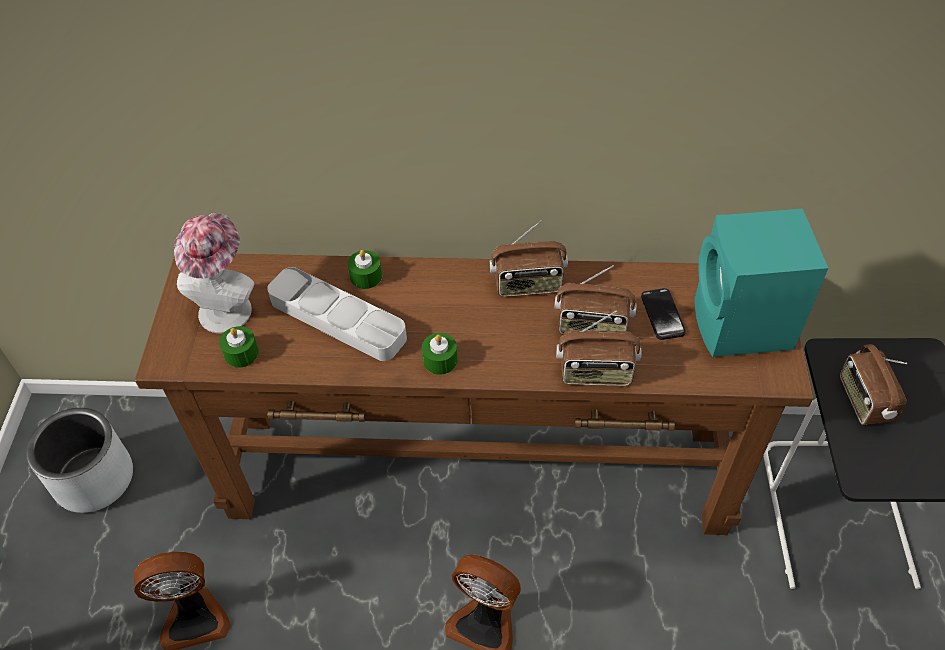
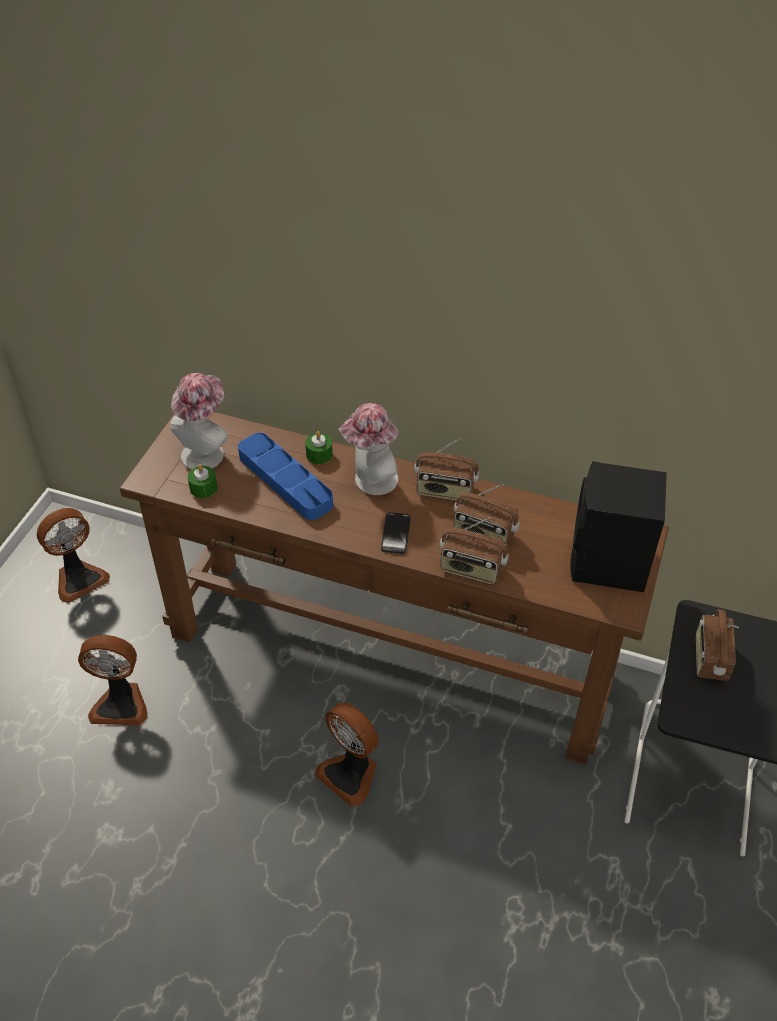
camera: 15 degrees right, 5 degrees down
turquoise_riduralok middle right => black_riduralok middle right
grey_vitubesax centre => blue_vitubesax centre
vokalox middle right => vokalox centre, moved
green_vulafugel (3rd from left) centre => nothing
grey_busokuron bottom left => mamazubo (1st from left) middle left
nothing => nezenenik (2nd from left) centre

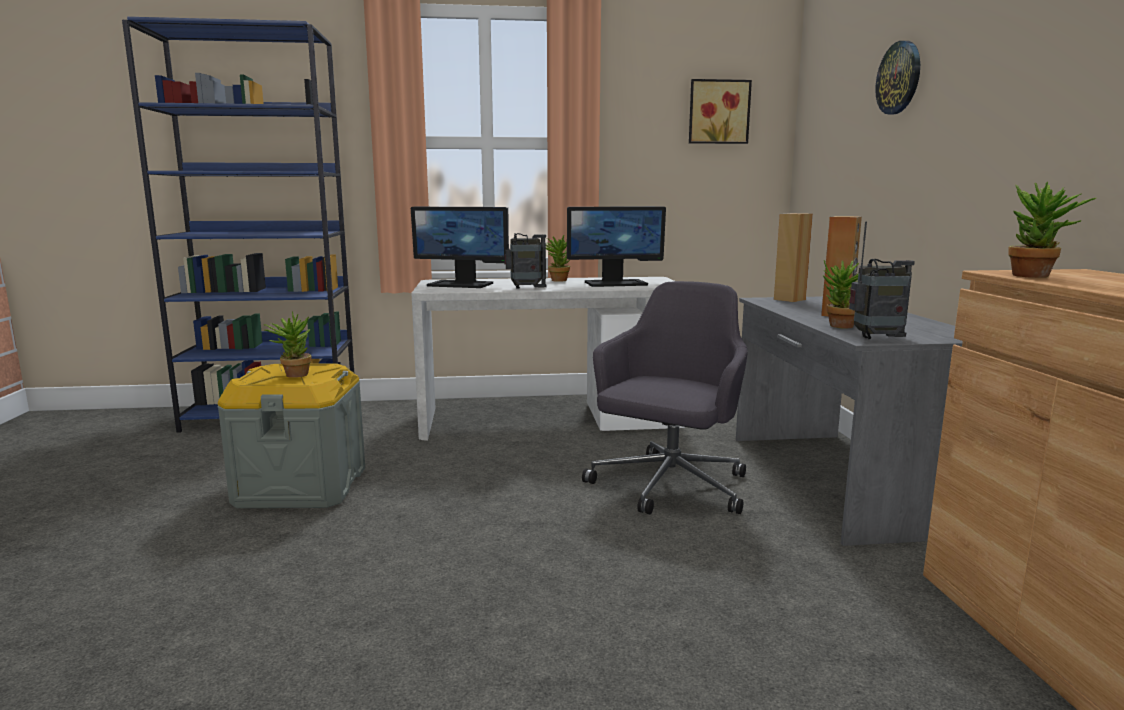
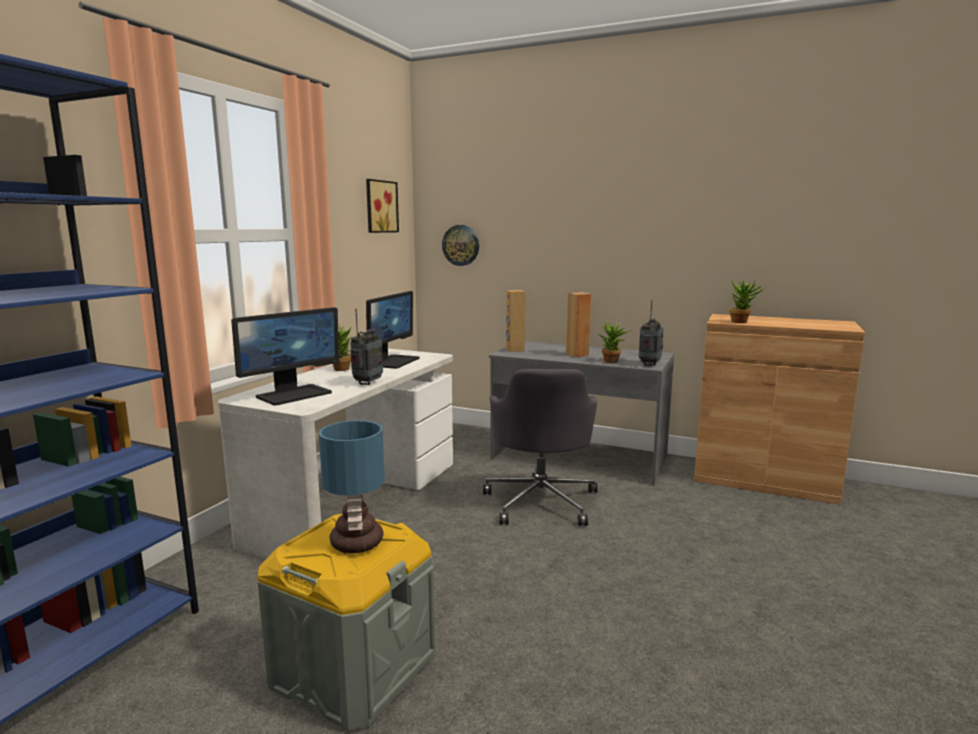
camera: 60 degrees left, 0 degrees up
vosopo top right => vosopo centre, moved
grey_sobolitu centre, 150 degrees counterclockwise
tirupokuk (1st from left) middle left => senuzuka centre

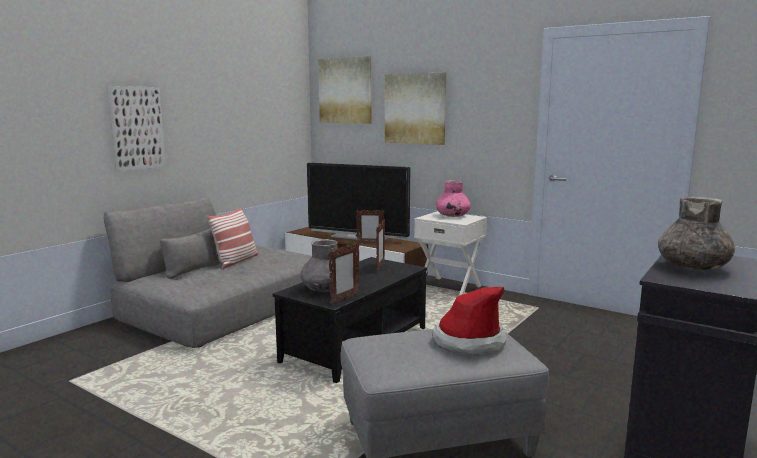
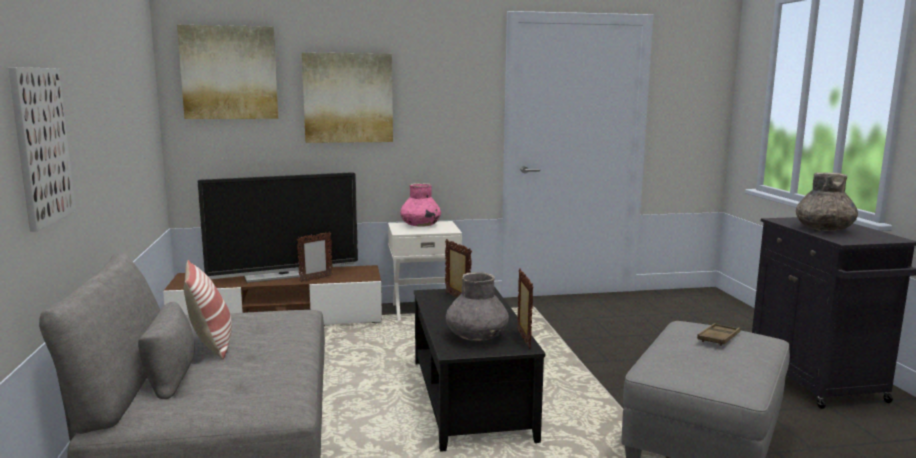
camera: 45 degrees left, 0 degrees up
nezenenik bottom centre => brown_vitubesax bottom right

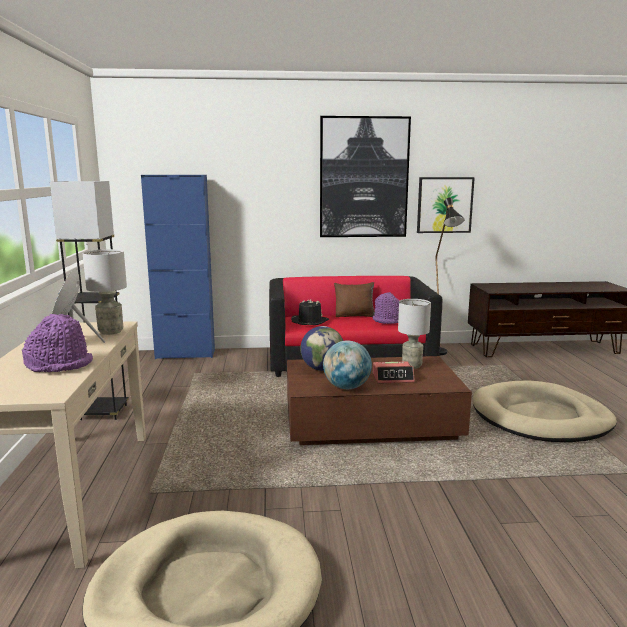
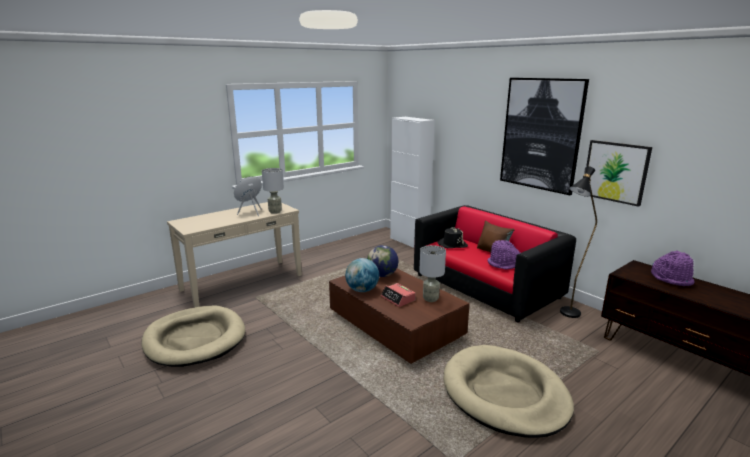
camera: 55 degrees right, 5 degrees up
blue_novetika middle left => white_novetika centre
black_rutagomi (1st from left) middle left => nothing
purple_nezenenik (1st from left in the first image) middle left => purple_nezenenik (2nd from left) middle right, moved

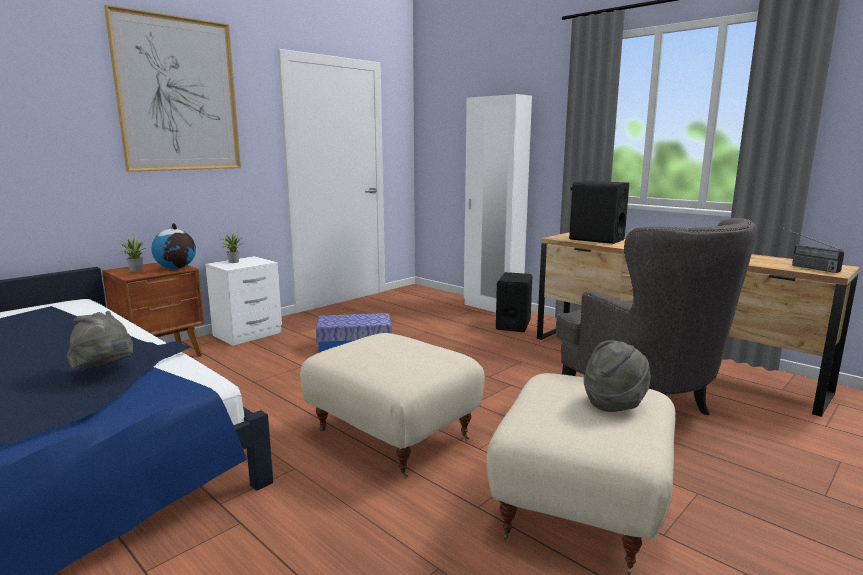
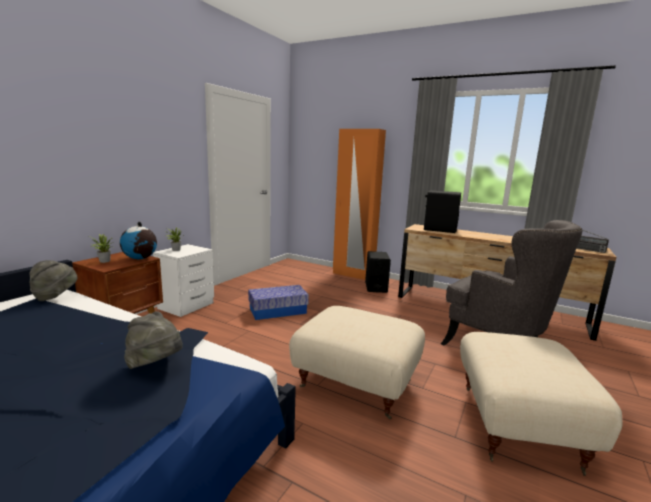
camera: 15 degrees left, 0 degrees up
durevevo top left => nothing
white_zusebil centre => orange_zusebil centre
grey_nezenenik (2nd from left in the first image) middle right => grey_nezenenik (1st from left) middle left, moved

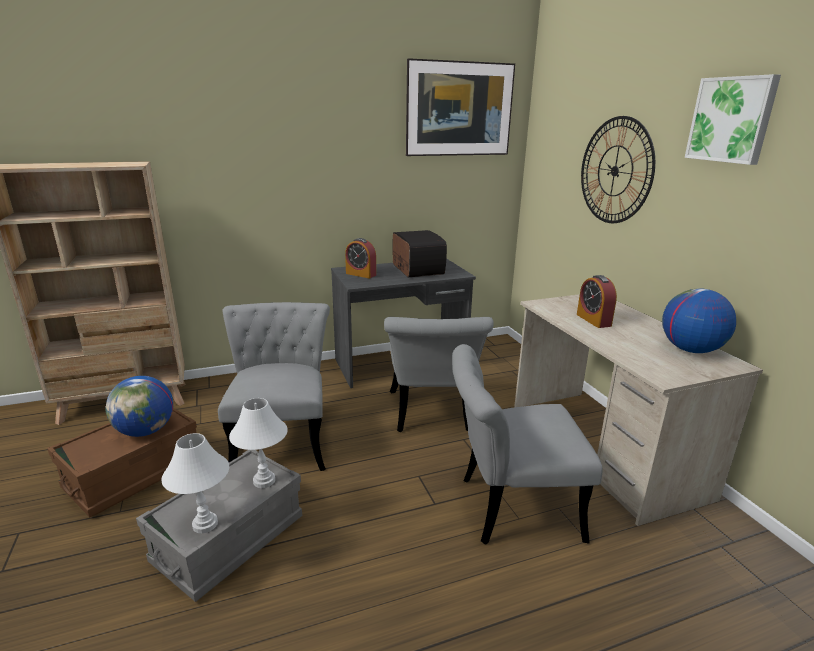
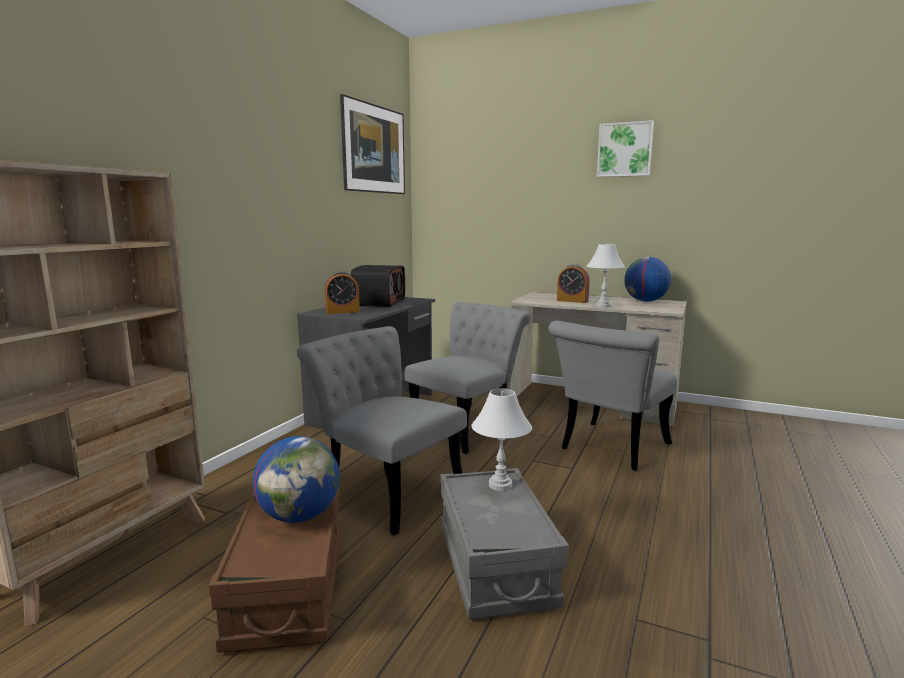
camera: 45 degrees left, 10 degrees down
vosopo top right => nothing
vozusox centre, 75 degrees clockwise
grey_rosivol (2nd from left) centre, 90 degrees counterclockwise
white_senuzuka (1st from left in the first image) bottom left => white_senuzuka (2nd from left) middle right, moved

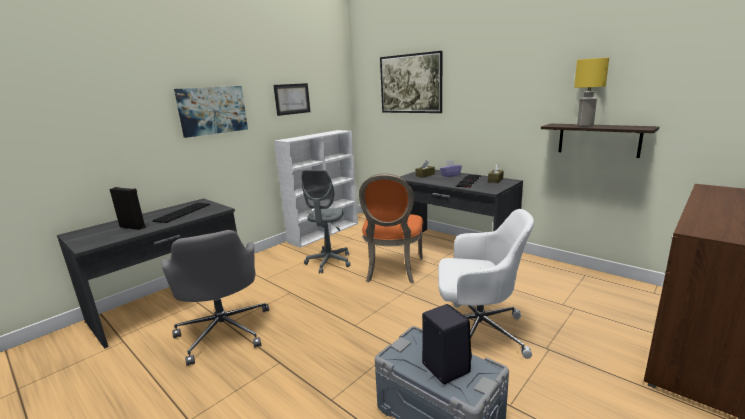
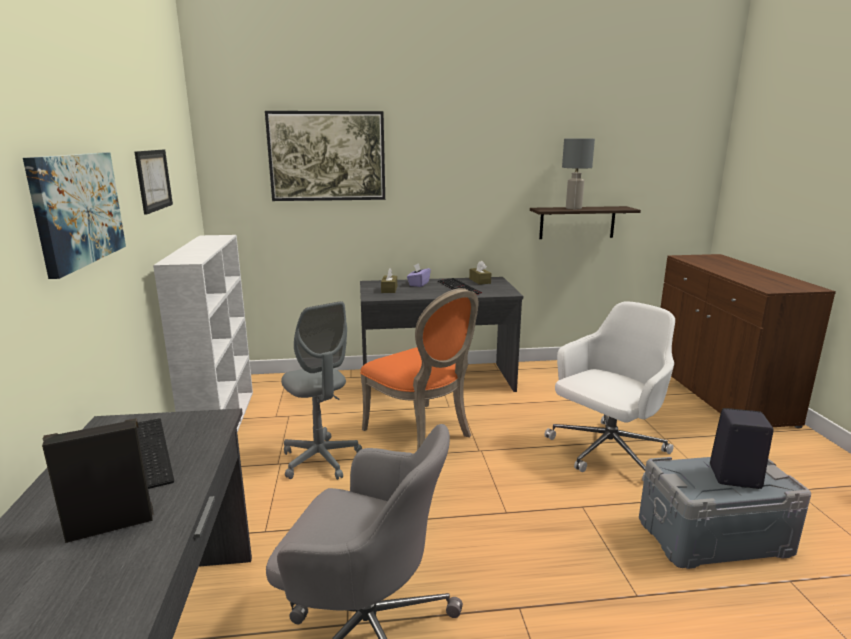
camera: 50 degrees left, 0 degrees up
yellow_senuzuka top right => grey_senuzuka top right

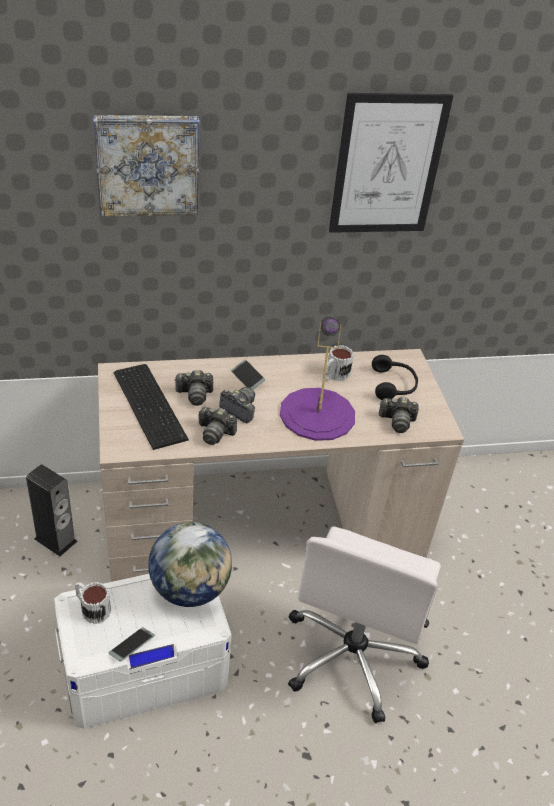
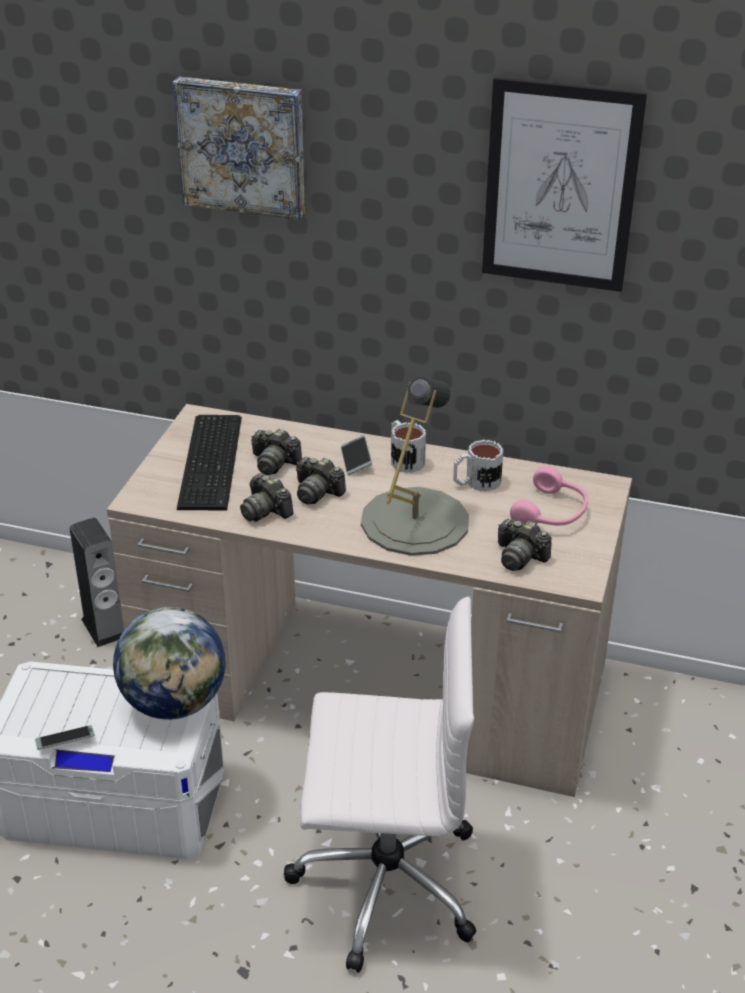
camera: 30 degrees right, 5 degrees down
purple_senuzuka centre => grey_senuzuka centre
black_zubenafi middle right => pink_zubenafi middle right
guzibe (3rd from left) centre, 150 degrees clockwise
white_sobolitu bottom centre, 135 degrees counterclockwise
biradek (1st from left) bottom left => biradek (1st from left) centre, moved

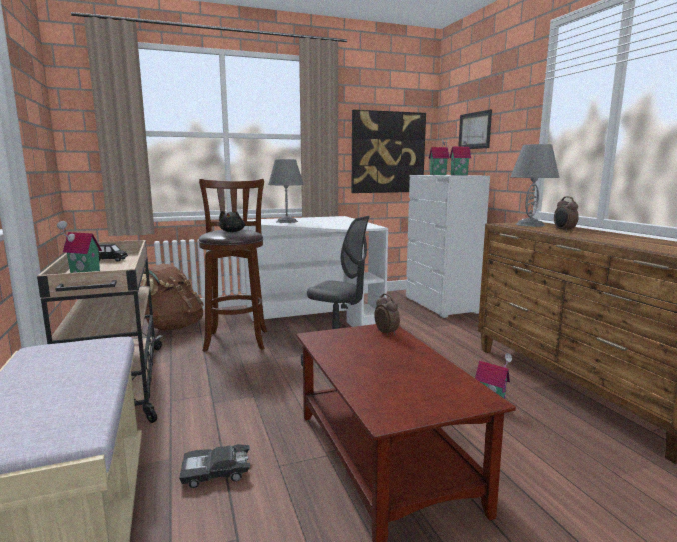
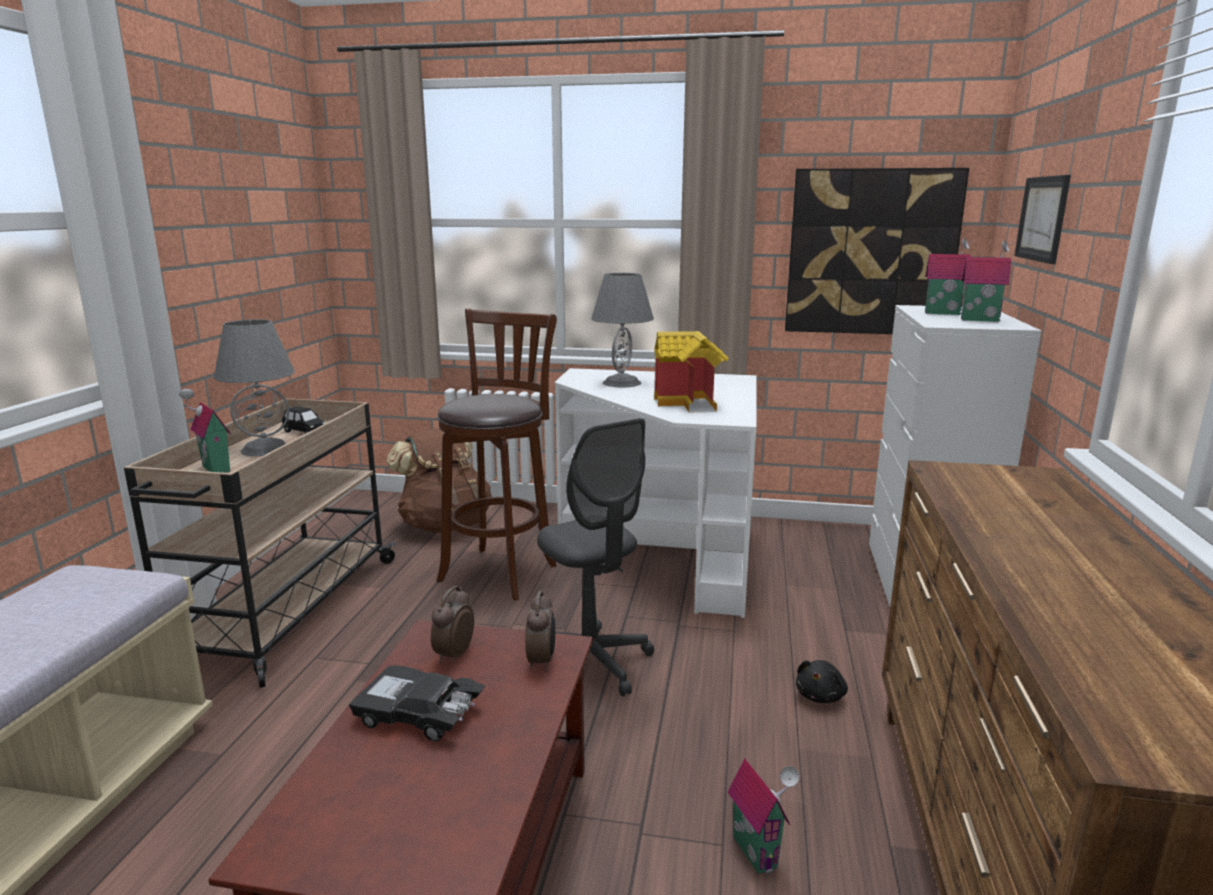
camera: 30 degrees right, 5 degrees up
grey_senuzuka (2nd from left in the first image) middle right => grey_senuzuka (1st from left) middle left, moved
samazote (2nd from left in the first image) middle right => samazote (1st from left) bottom centre, moved
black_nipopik centre => black_nipopik bottom right, moved
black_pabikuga (2nd from left) bottom left => black_pabikuga (2nd from left) bottom centre, moved
nothing => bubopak (2nd from left) centre

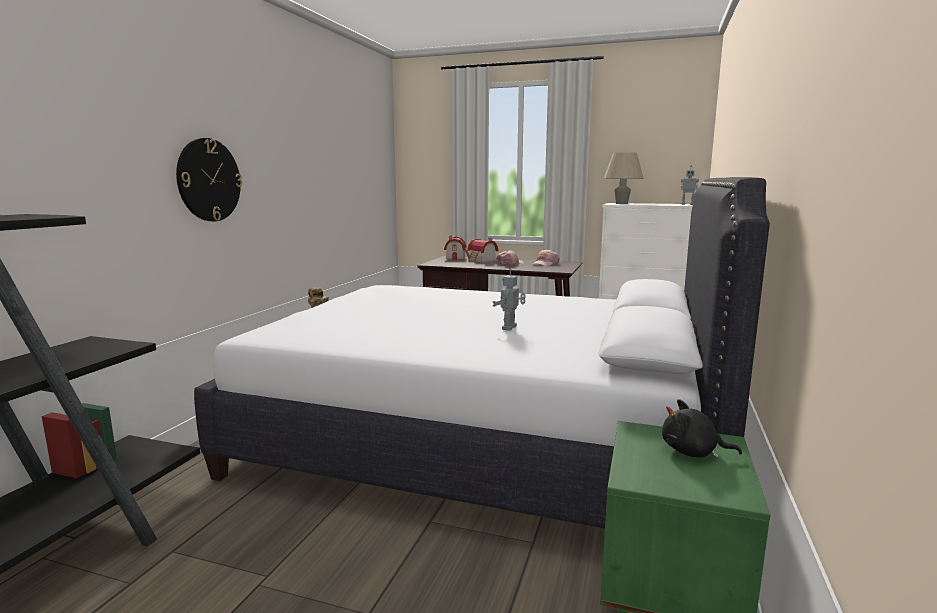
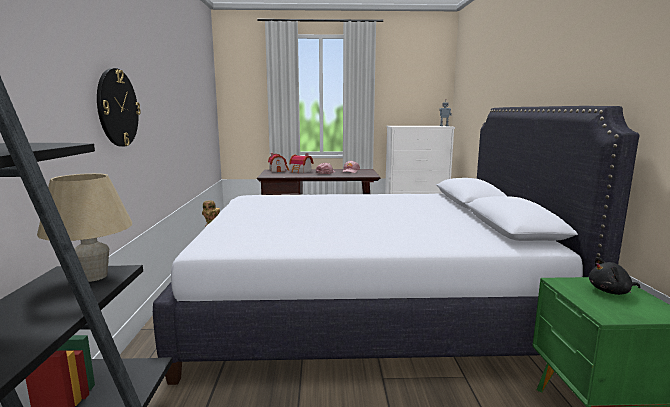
camera: 20 degrees left, 0 degrees up
beige_senuzuka top centre => beige_senuzuka middle left, moved
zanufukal (2nd from left) centre => nothing

